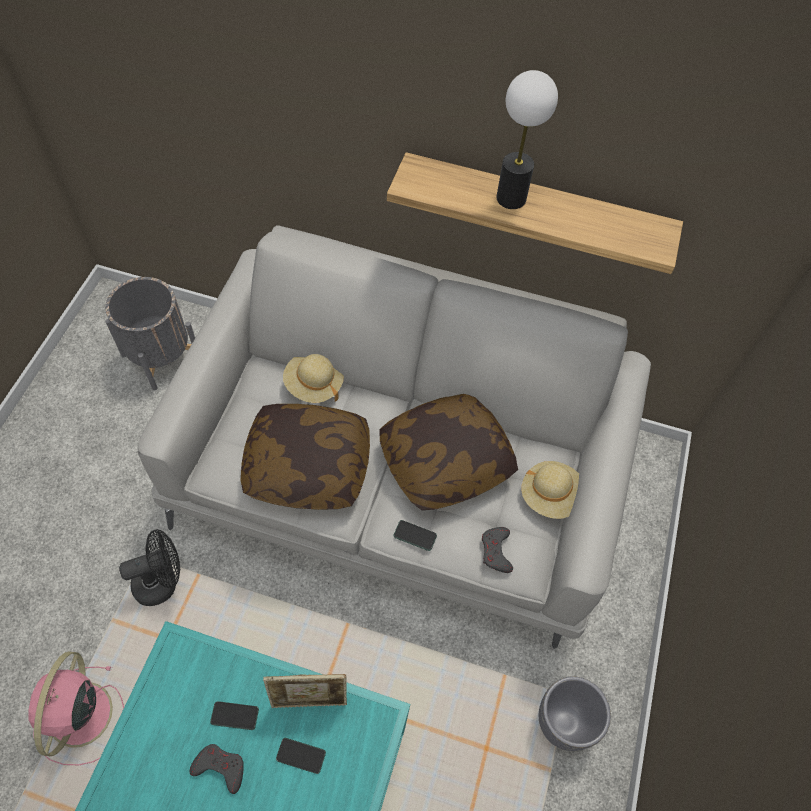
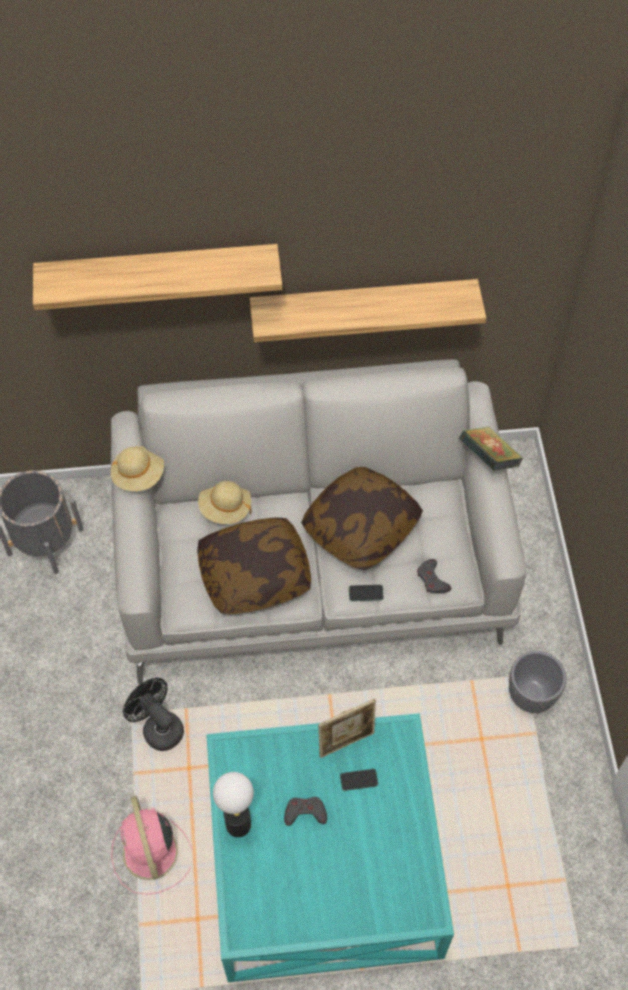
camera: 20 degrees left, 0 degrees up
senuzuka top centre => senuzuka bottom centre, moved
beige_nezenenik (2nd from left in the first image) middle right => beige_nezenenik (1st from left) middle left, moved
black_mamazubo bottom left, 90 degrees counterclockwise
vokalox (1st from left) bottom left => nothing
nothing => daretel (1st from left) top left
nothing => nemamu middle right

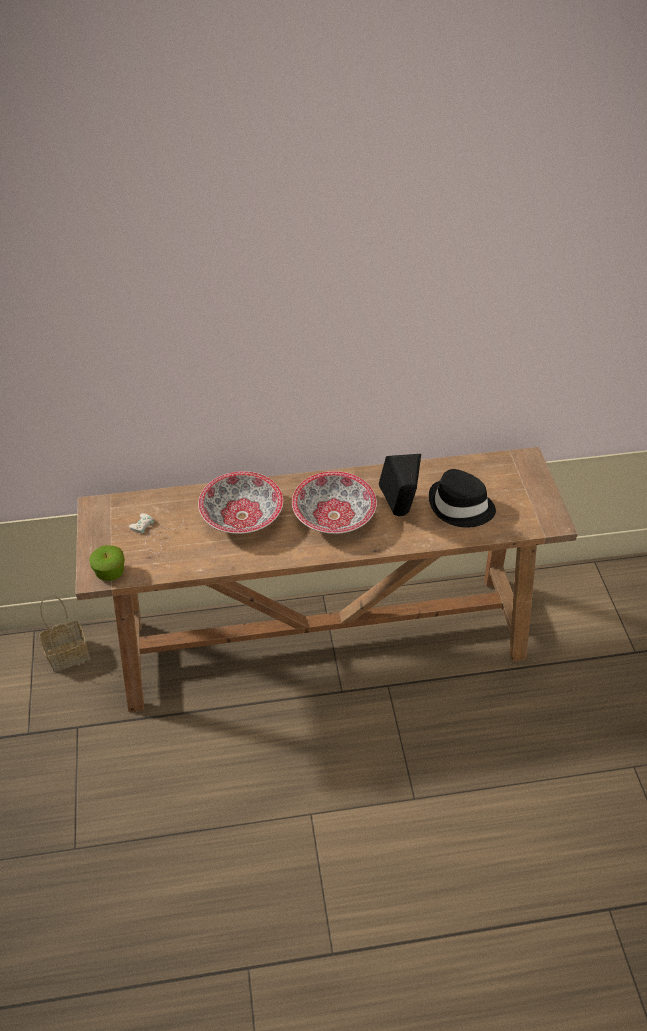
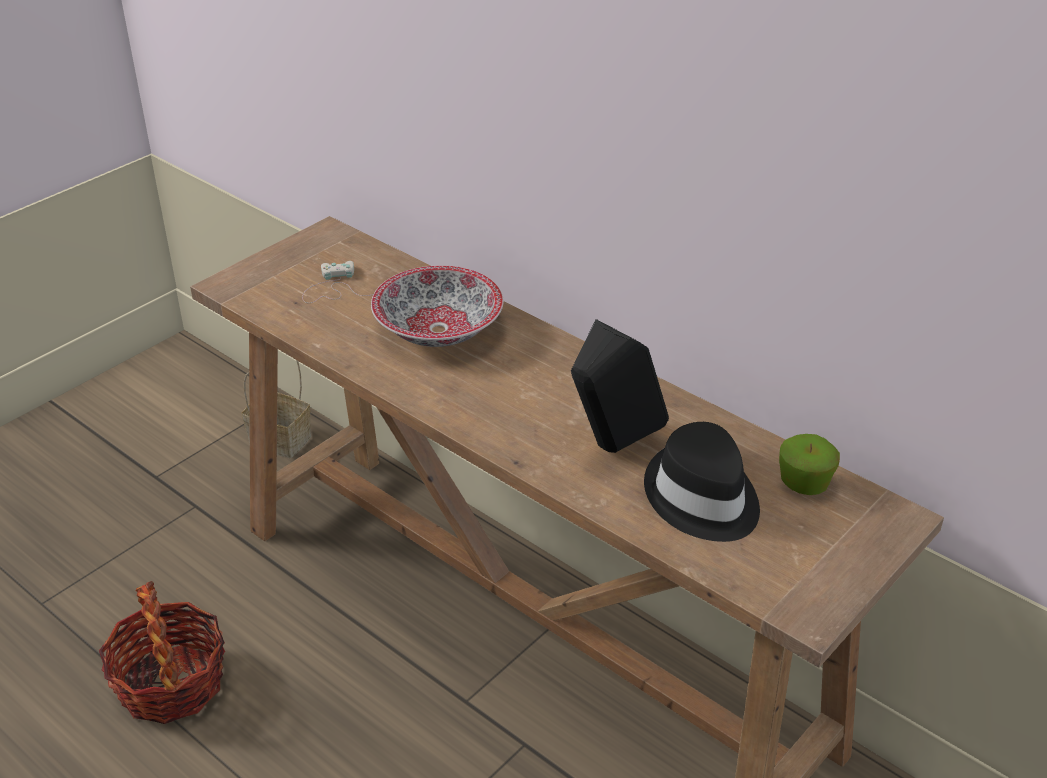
camera: 50 degrees right, 10 degrees down
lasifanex (2nd from left) centre => nothing
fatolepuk middle left => fatolepuk middle right, moved
nothing => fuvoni (1st from left) bottom left

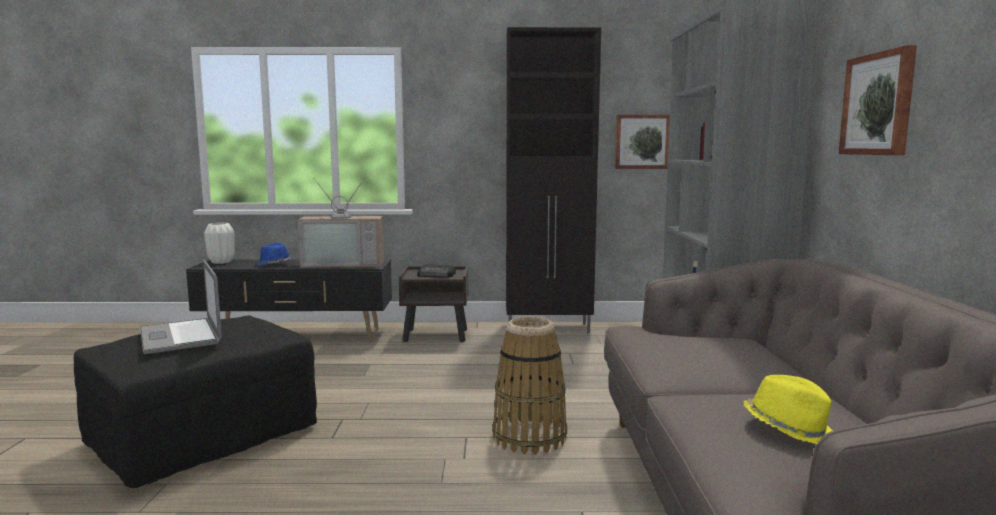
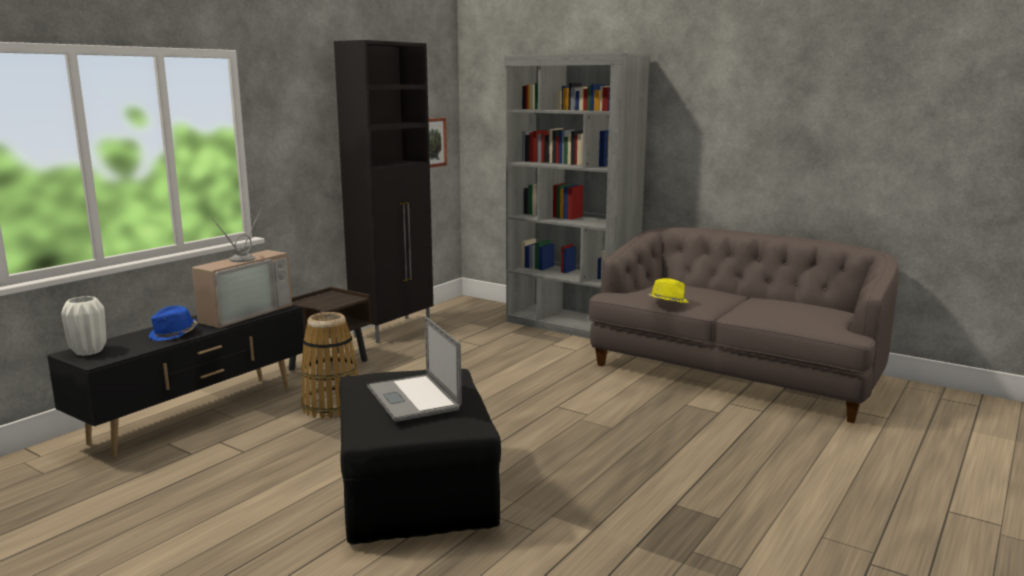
camera: 55 degrees left, 5 degrees up
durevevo (2nd from left) top right => nothing
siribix middle left => siribix centre, 60 degrees clockwise
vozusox centre => nothing
fuvoni bottom centre => fuvoni middle left, moved
yellow_nezenenik bottom right => yellow_nezenenik centre, moved

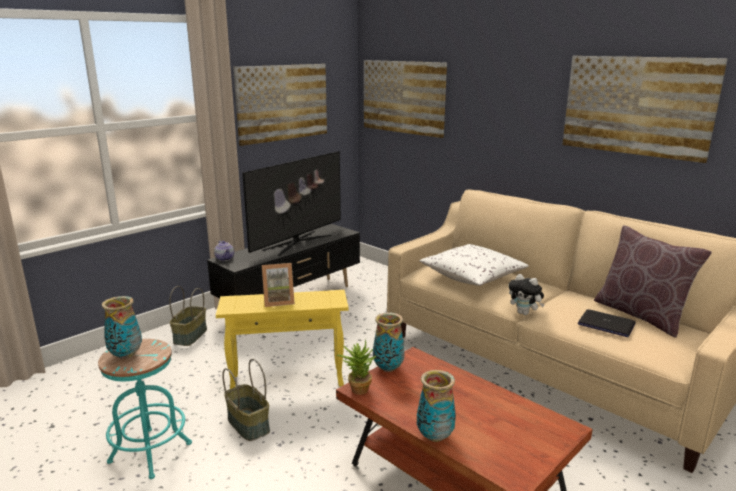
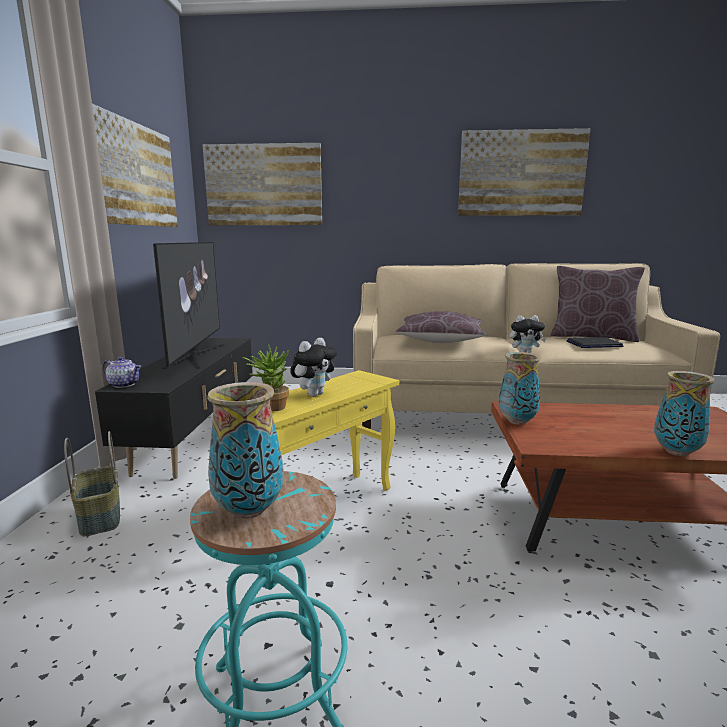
camera: 40 degrees left, 5 degrees down
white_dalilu centre => brown_dalilu (1st from left) centre
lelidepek centre => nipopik (1st from left) centre
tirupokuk bottom centre => tirupokuk centre, moved
fuvoni (2nd from left) bottom centre => nothing

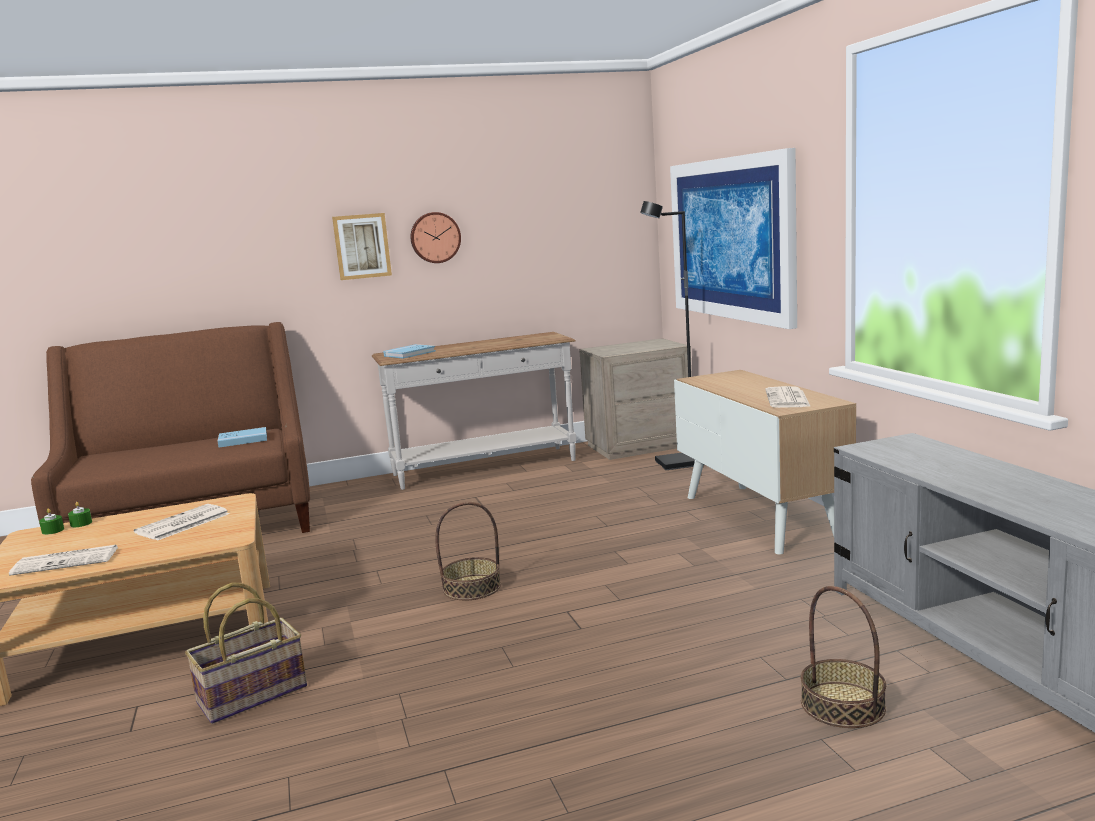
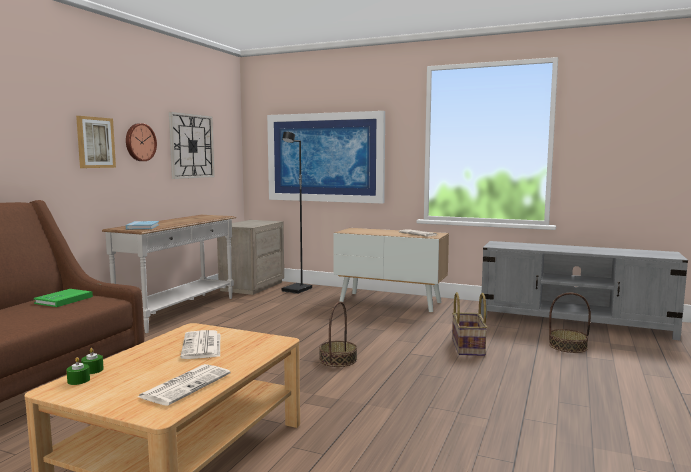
camera: 50 degrees left, 5 degrees down
blue_nemamu (1st from left) middle left => green_nemamu middle left
fuvoni (1st from left in the first image) bottom left => fuvoni (2nd from left) bottom right, moved
nothing => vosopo (2nd from left) top left

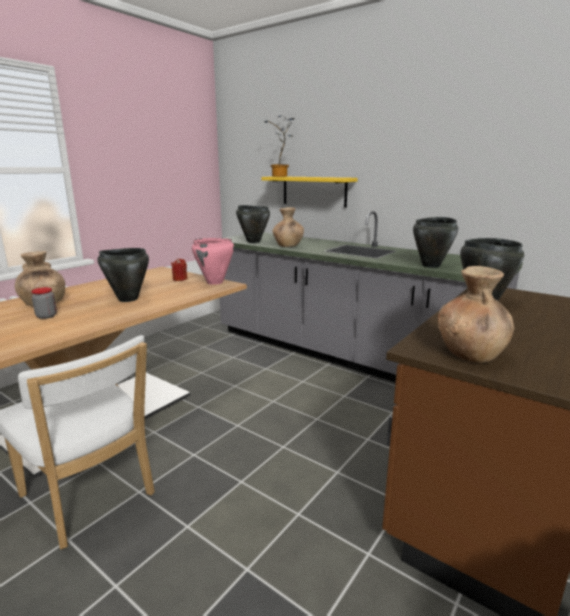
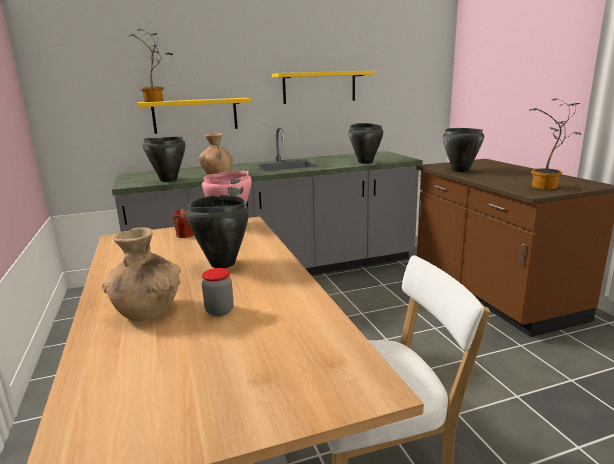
camera: 55 degrees left, 0 degrees up
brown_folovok (3rd from left) middle right => tirupokuk (2nd from left) top right
nothing => yellow_daretel (2nd from left) top centre

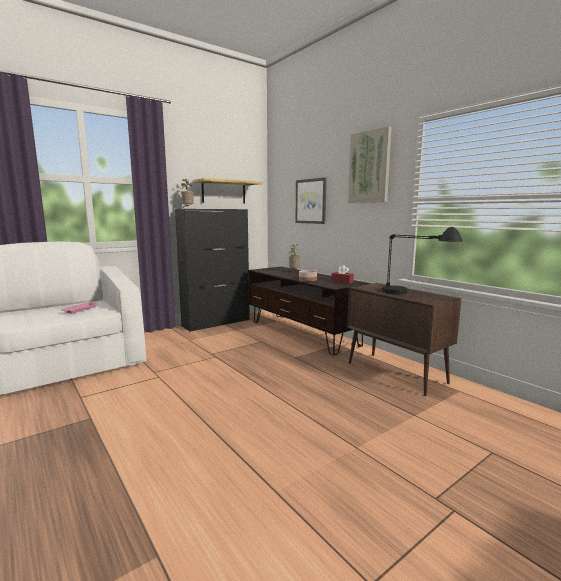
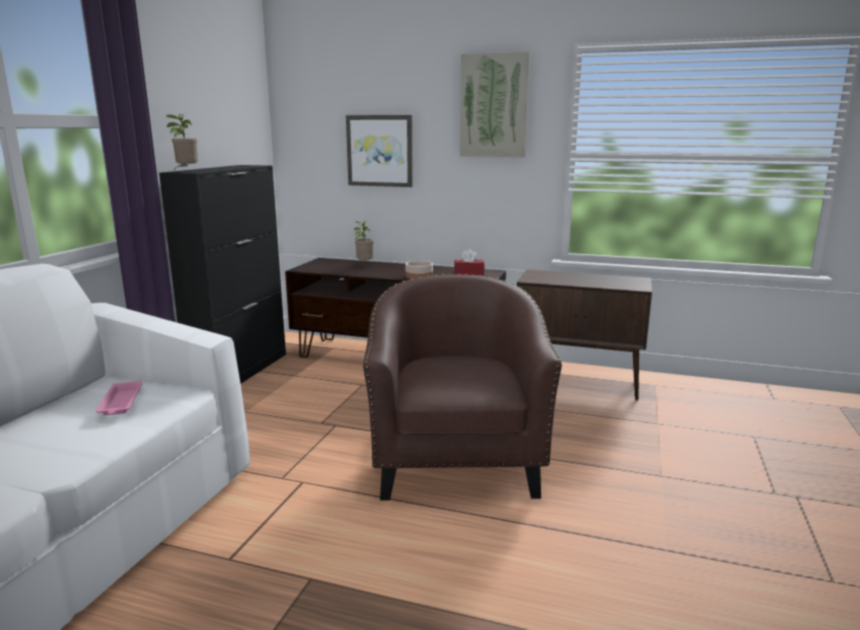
camera: 35 degrees left, 5 degrees up
daretel top centre => nothing
black_senuzuka middle right => nothing
nothing => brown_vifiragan centre

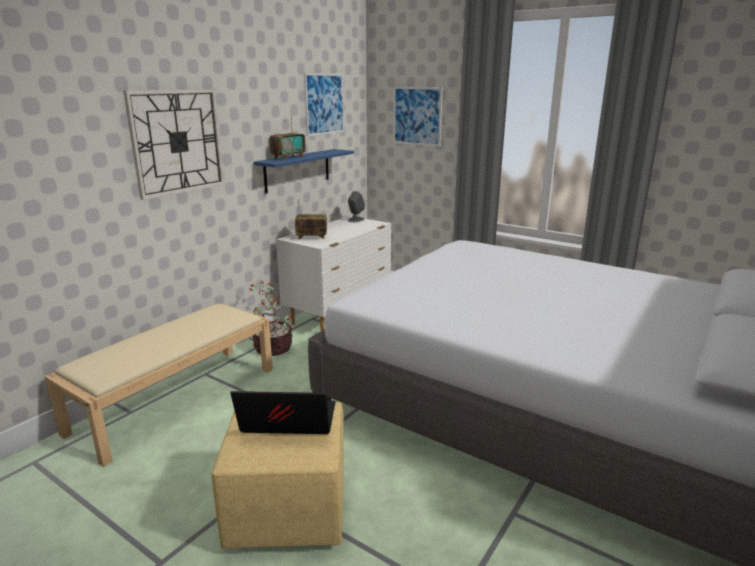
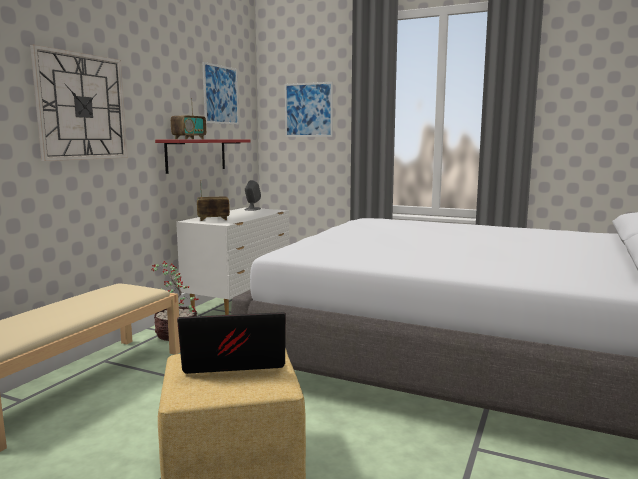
camera: 10 degrees left, 10 degrees down
blue_daretel top centre => red_daretel top left

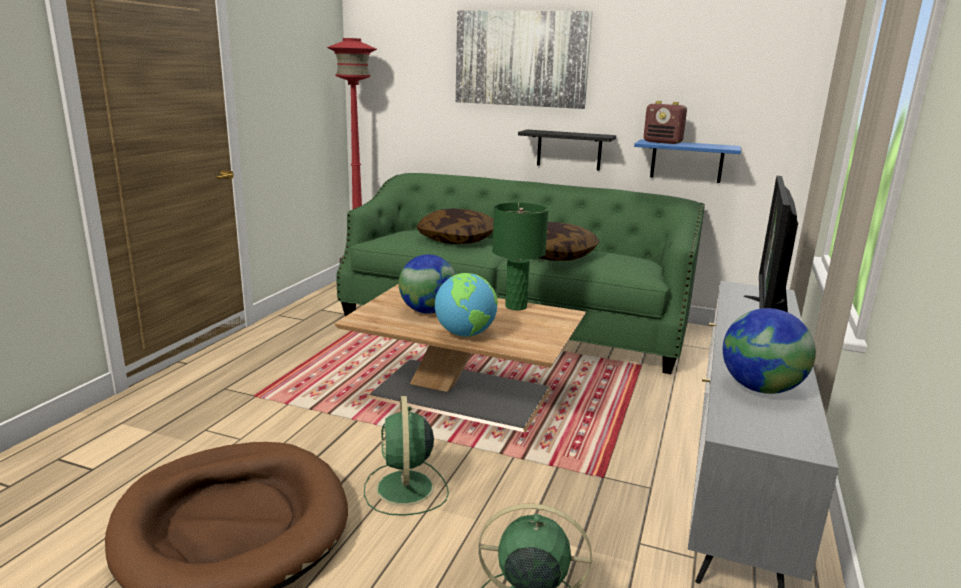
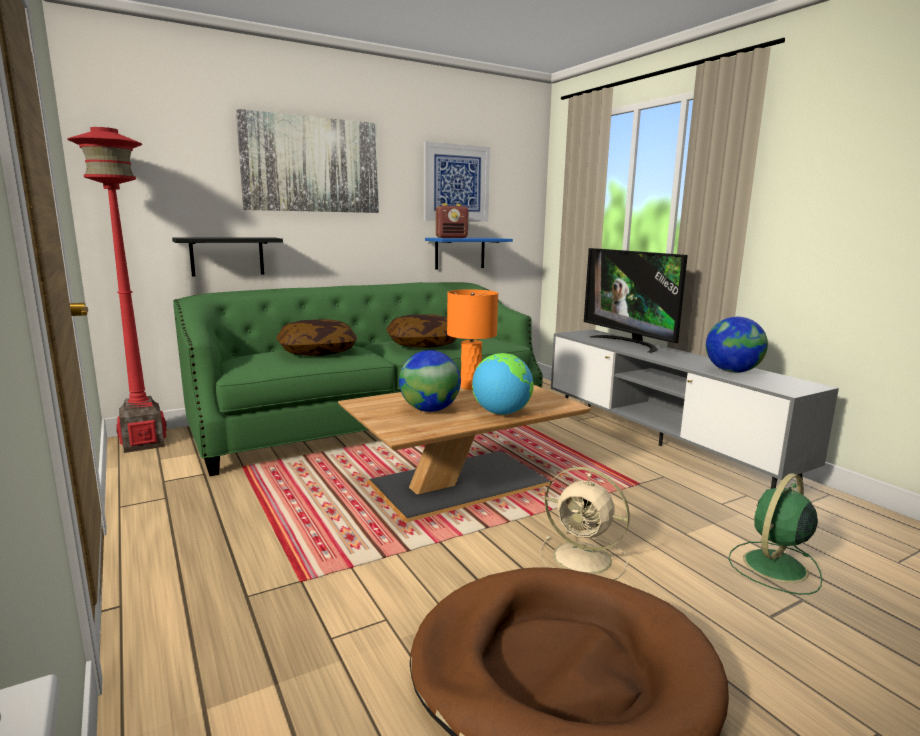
camera: 50 degrees left, 5 degrees down
black_daretel top centre => black_daretel middle left, moved
green_senuzuka centre => orange_senuzuka centre
green_mamazubo (1st from left) bottom centre => beige_mamazubo bottom centre
nothing => durevevo (2nd from left) top centre

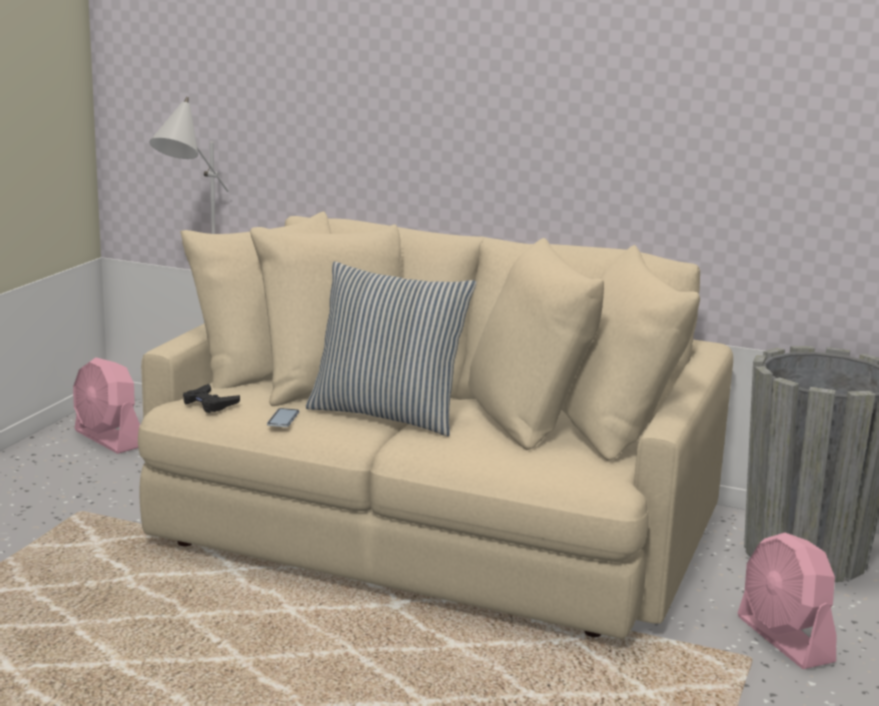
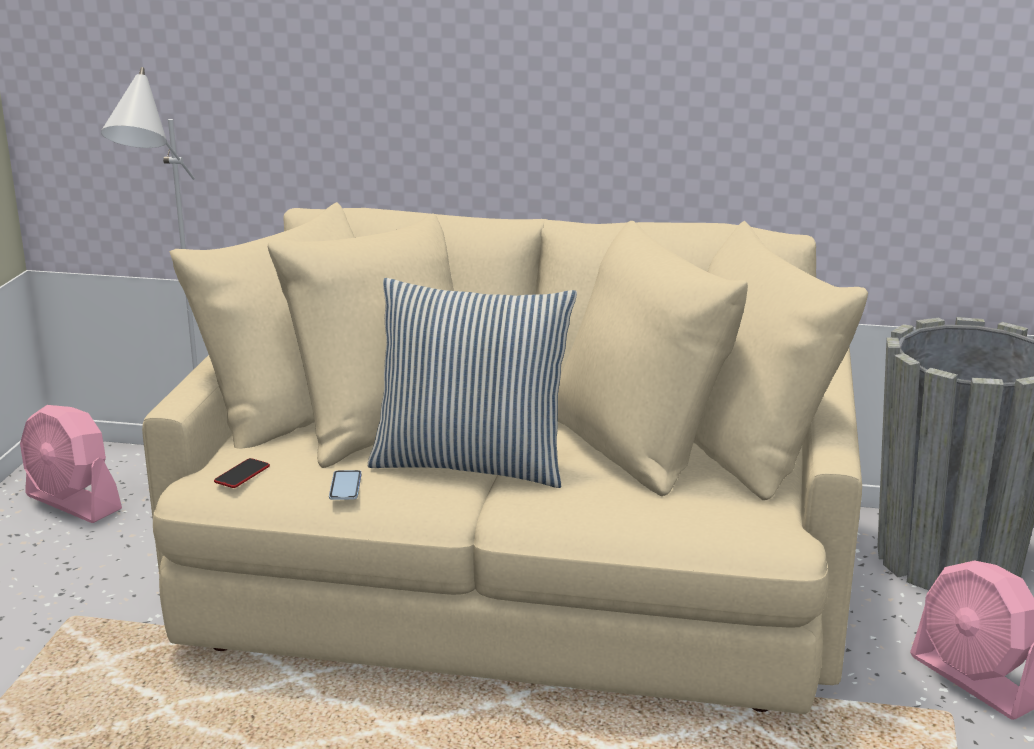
camera: 10 degrees left, 5 degrees up
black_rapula middle left => vokalox (1st from left) middle left

